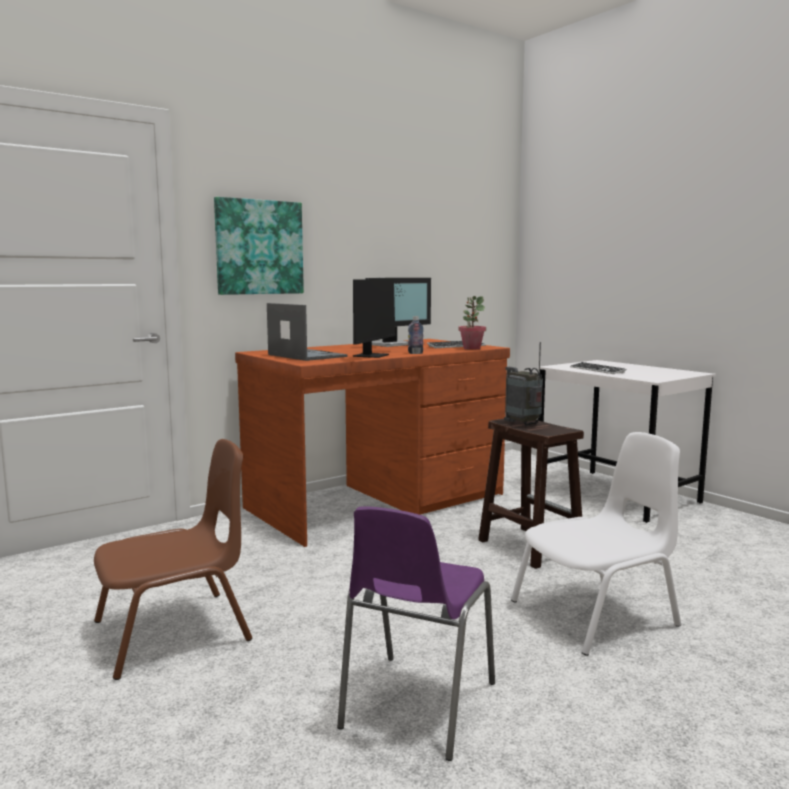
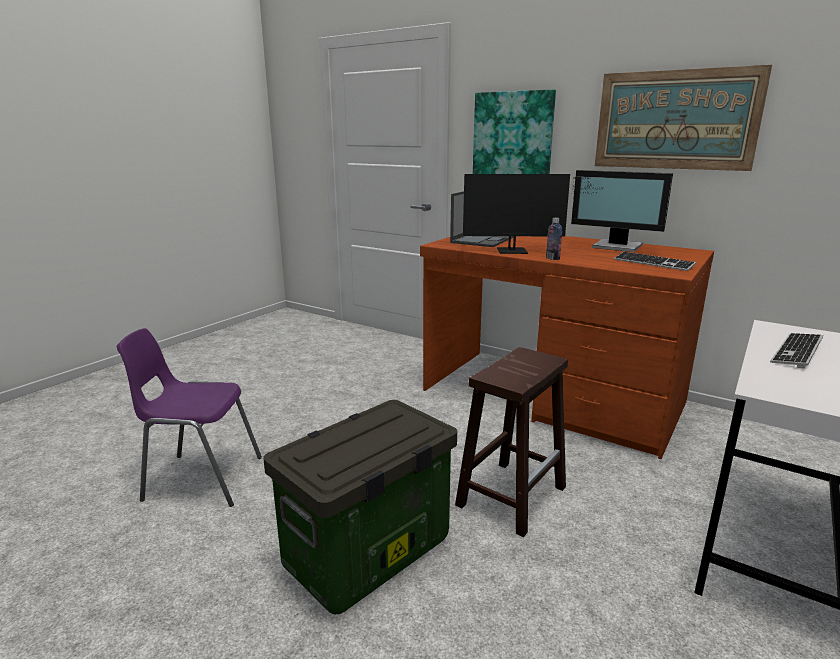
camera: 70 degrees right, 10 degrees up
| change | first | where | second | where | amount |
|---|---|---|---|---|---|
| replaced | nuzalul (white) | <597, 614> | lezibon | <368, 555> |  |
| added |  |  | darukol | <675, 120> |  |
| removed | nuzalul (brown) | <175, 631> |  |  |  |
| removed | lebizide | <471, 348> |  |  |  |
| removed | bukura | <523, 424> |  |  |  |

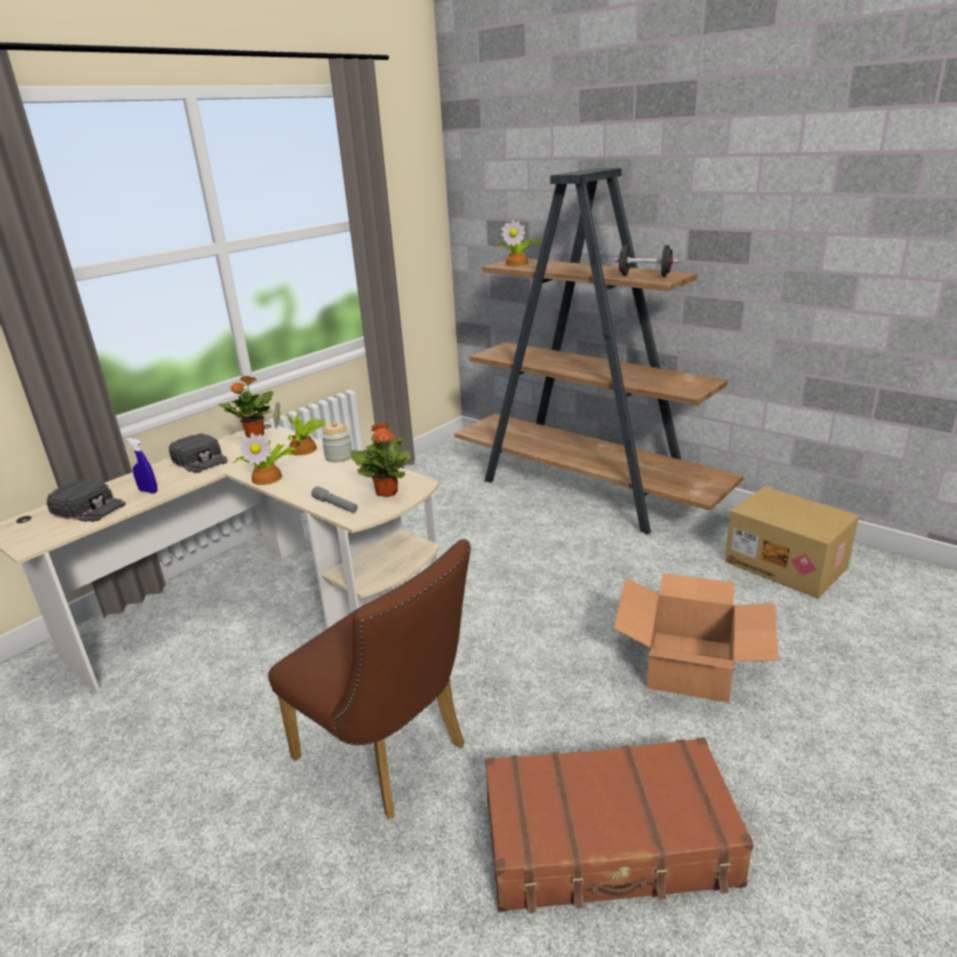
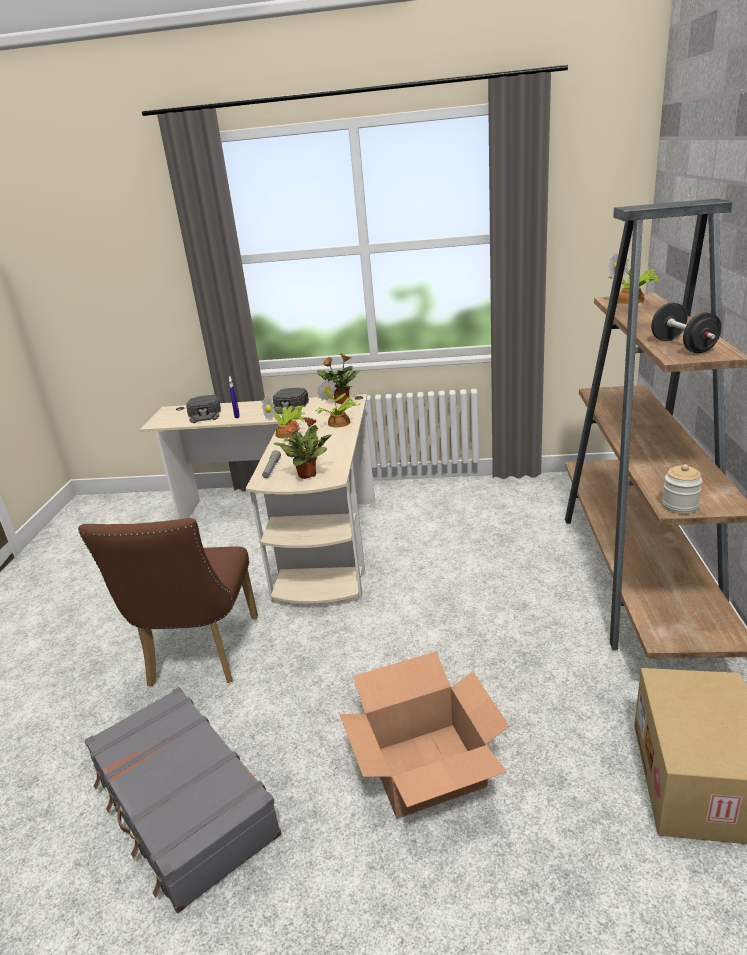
camera: 55 degrees right, 0 degrees up
| change | first | where | second | where | amount |
|---|---|---|---|---|---|
| recoloured | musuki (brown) | <609, 842> | musuki (grey) | <183, 805> |  |
| moved | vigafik | <339, 457> |  | <679, 506> |  |

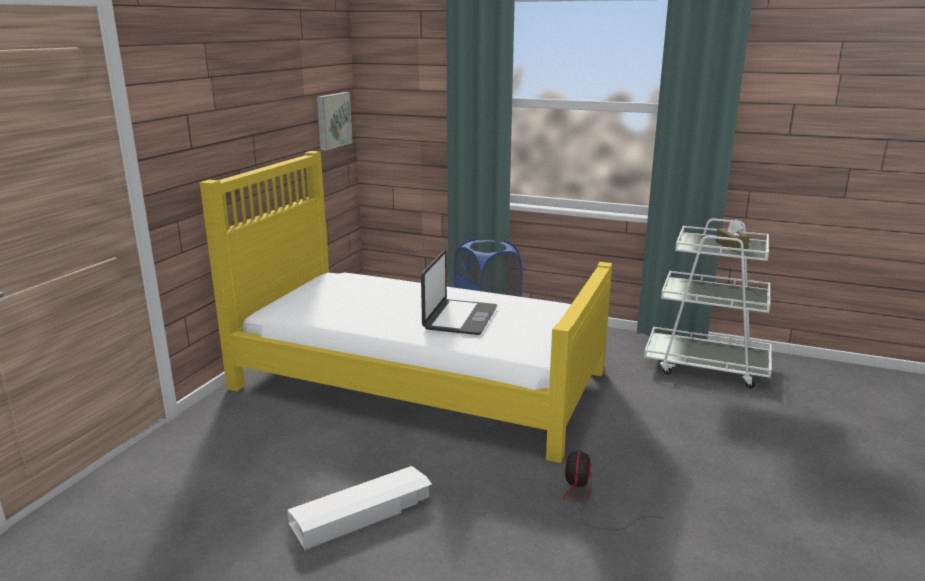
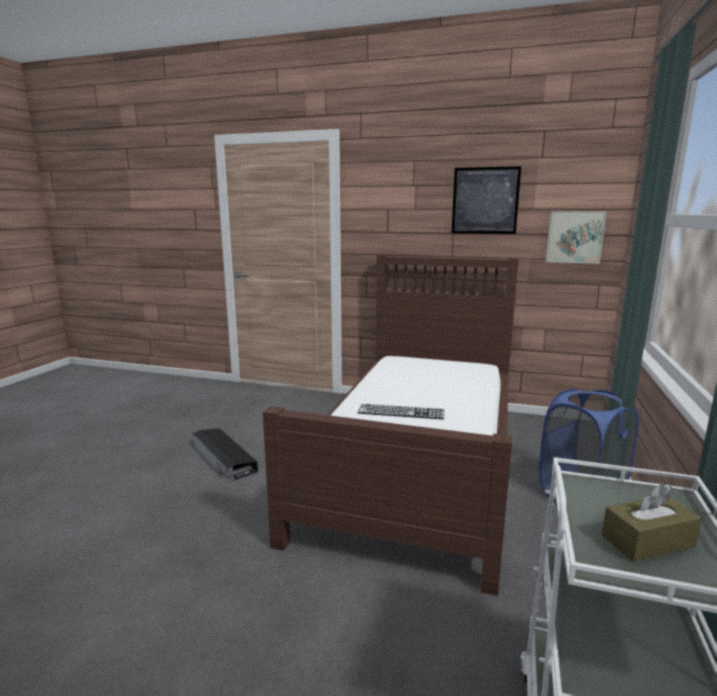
camera: 85 degrees right, 5 degrees down
| change | first | where | second | where | amount |
|---|---|---|---|---|---|
| recoloured | lezibon (white) | <363, 512> | lezibon (black) | <223, 458> |  |
| recoloured | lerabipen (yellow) | <418, 379> | lerabipen (brown) | <417, 463> |  |
| replaced | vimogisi | <459, 318> | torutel | <401, 412> |  |
| added |  |  | darukol | <485, 200> |  |
| removed | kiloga | <589, 501> |  |  |  |

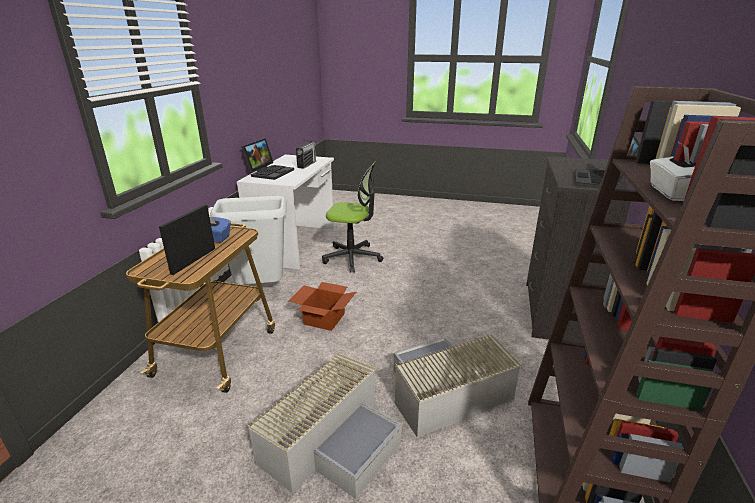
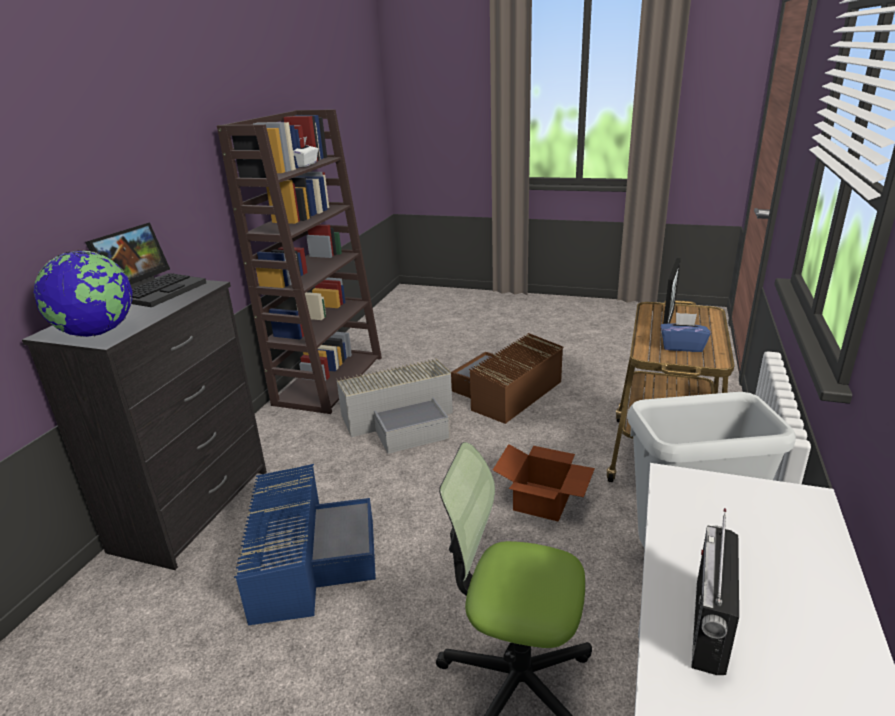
camera: 175 degrees left, 0 degrees up
| change | first | where | second | where | amount |
|---|---|---|---|---|---|
| added |  |  | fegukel | <97, 333> |  |
| added |  |  | lezibon (blue) | <306, 558> |  |
| recoloured | lezibon (grey) | <332, 439> | lezibon (brown) | <505, 392> |  |
| removed | vimogisi | <270, 172> |  |  |  |

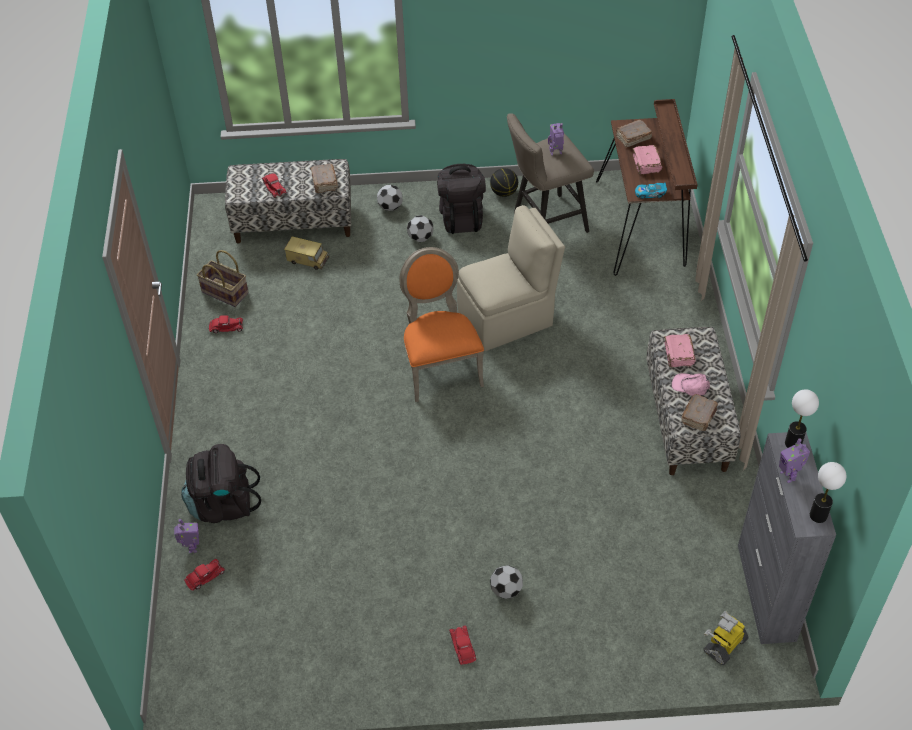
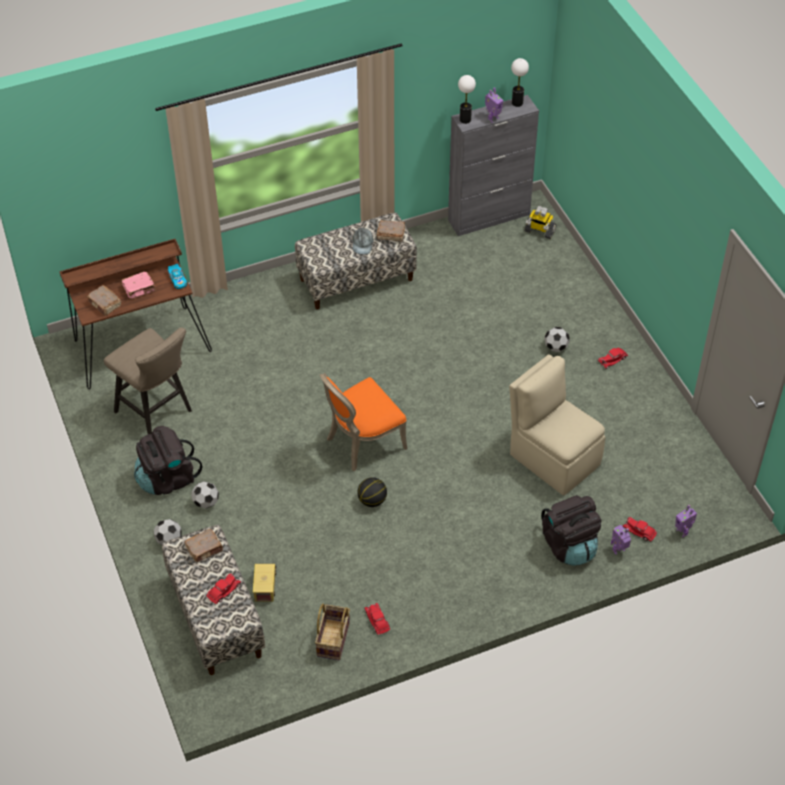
camera: 110 degrees left, 0 degrees up
| change | first | where | second | where | amount |
|---|---|---|---|---|---|
| recoloured | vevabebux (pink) | <690, 386> | vevabebux (grey) | <362, 244> |  |
| moved | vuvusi | <504, 192> |  | <372, 500> |  |
| moved | nuzalul (beige) | <507, 318> |  | <553, 458> |  |
| moved | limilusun | <556, 153> |  | <682, 531> |  |
| removed | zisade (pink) | <678, 355> |  |  |  |

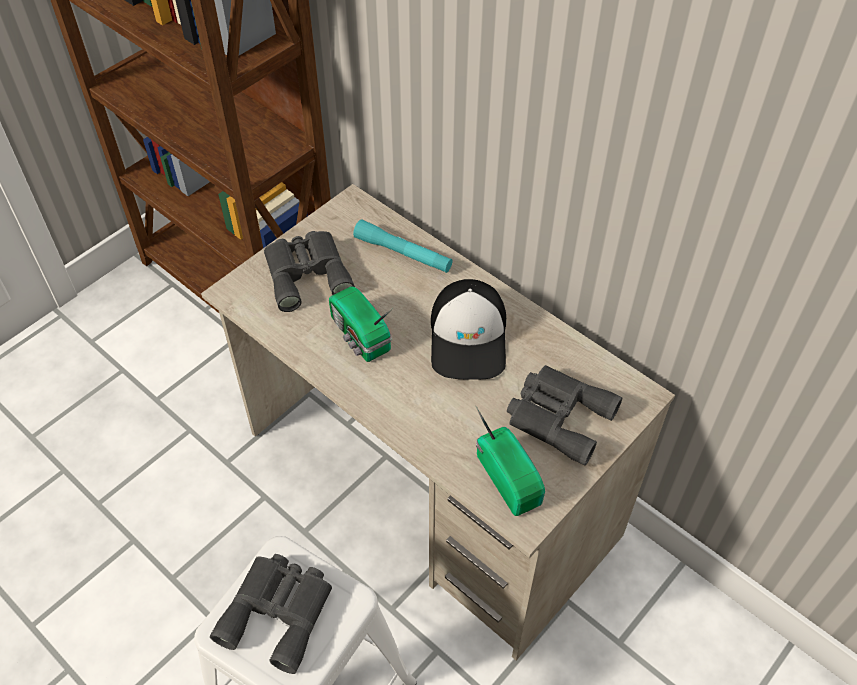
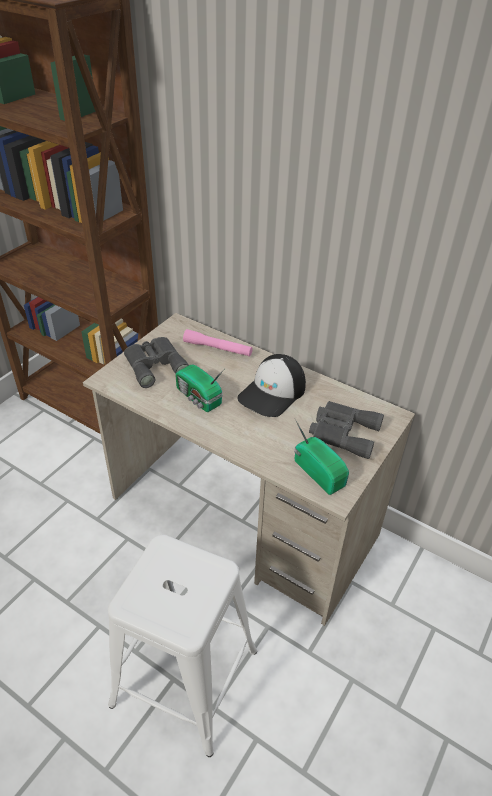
camera: 10 degrees left, 10 degrees down
| change | first | where | second | where | amount |
|---|---|---|---|---|---|
| recoloured | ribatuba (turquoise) | <403, 253> | ribatuba (pink) | <217, 348> |  |
| turned | vevabebux | <469, 338> |  | <273, 393> | 45 degrees clockwise |
| removed | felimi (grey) | <279, 611> |  |  |  |

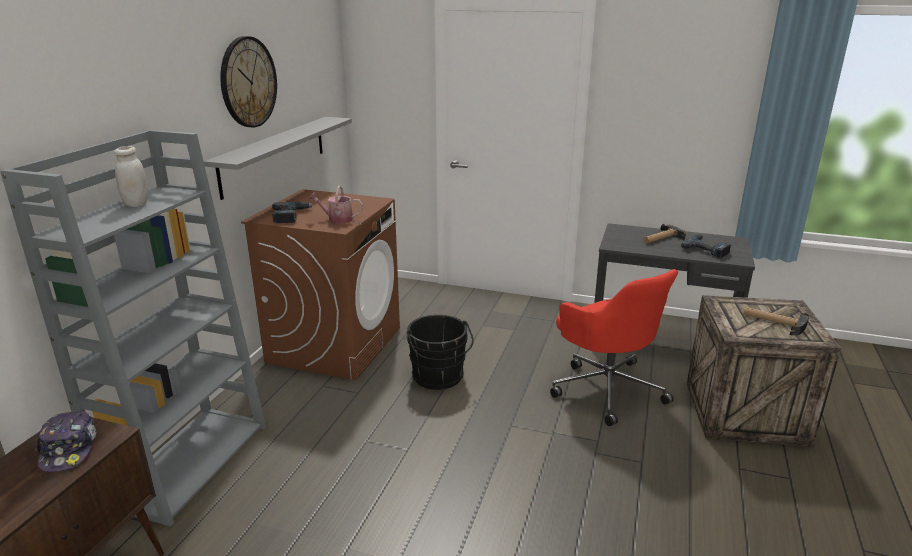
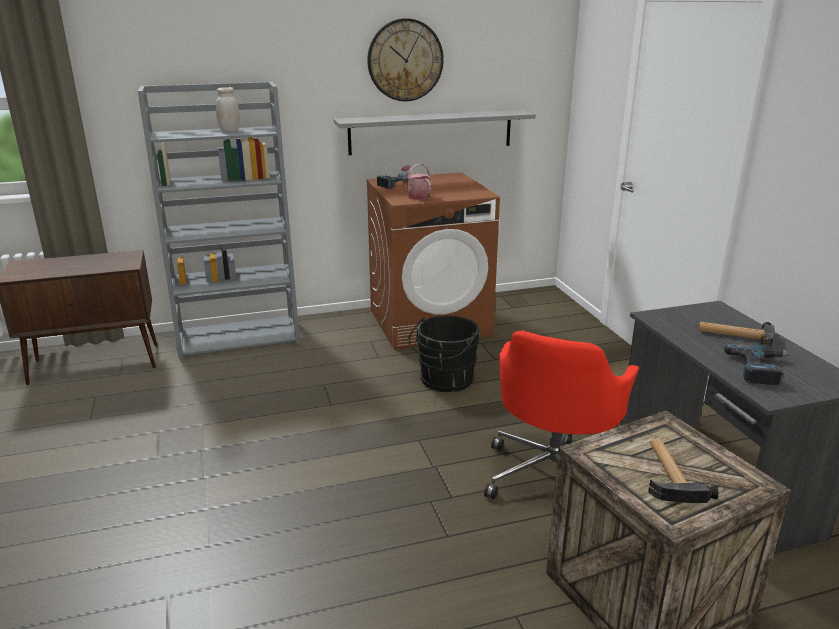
camera: 55 degrees right, 0 degrees up
| change | first | where | second | where | amount |
|---|---|---|---|---|---|
| removed | vevabebux | <69, 449> |  |  |  |

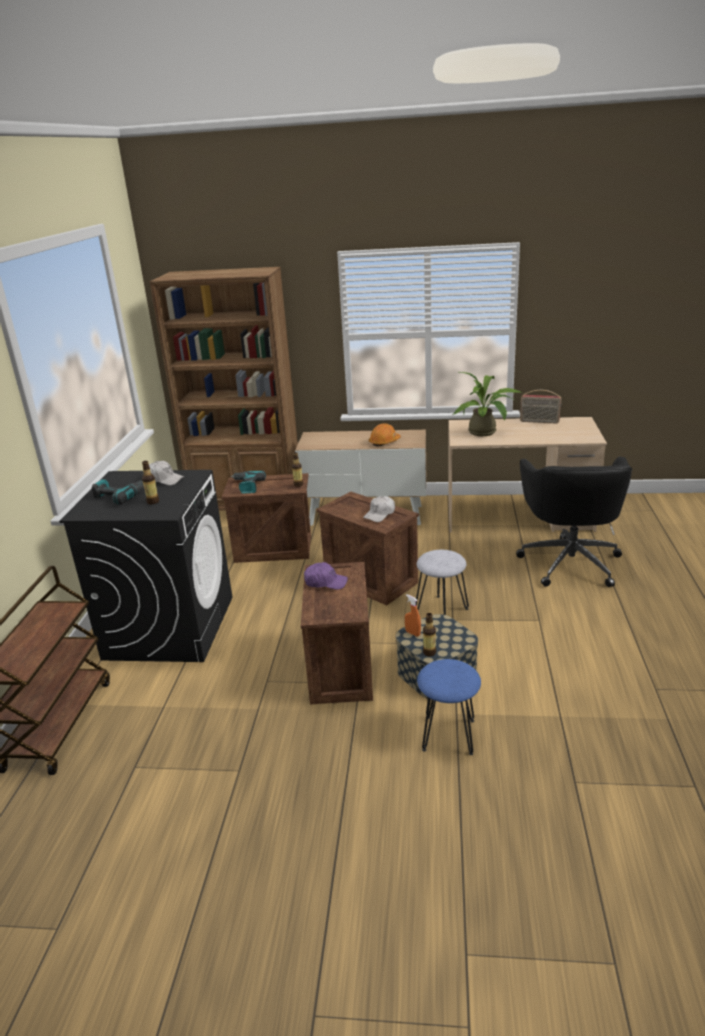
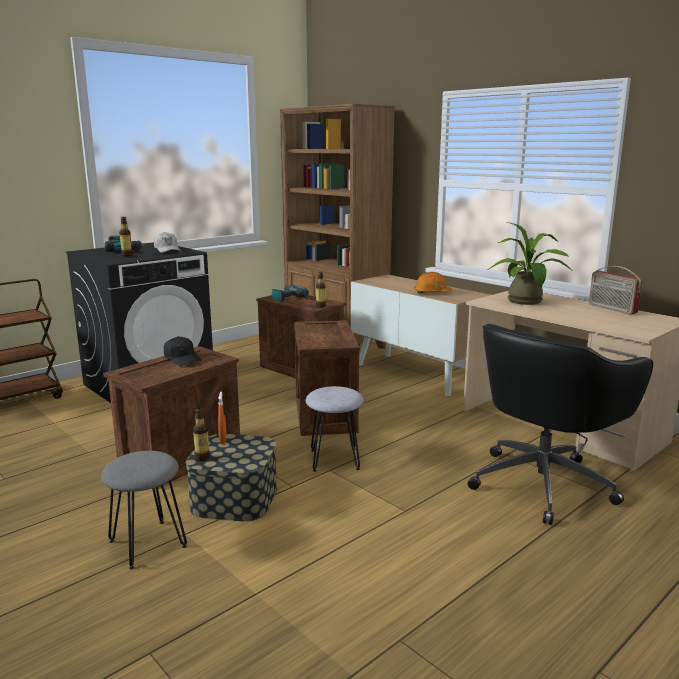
camera: 40 degrees right, 10 degrees down
| change | first | where | second | where | amount |
|---|---|---|---|---|---|
| recoloured | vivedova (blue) | <448, 735> | vivedova (grey) | <147, 543> |  |
| recoloured | vevabebux (purple) | <325, 582> | vevabebux (black) | <182, 358> |  |
| removed | vevabebux (white) | <380, 514> |  |  |  |

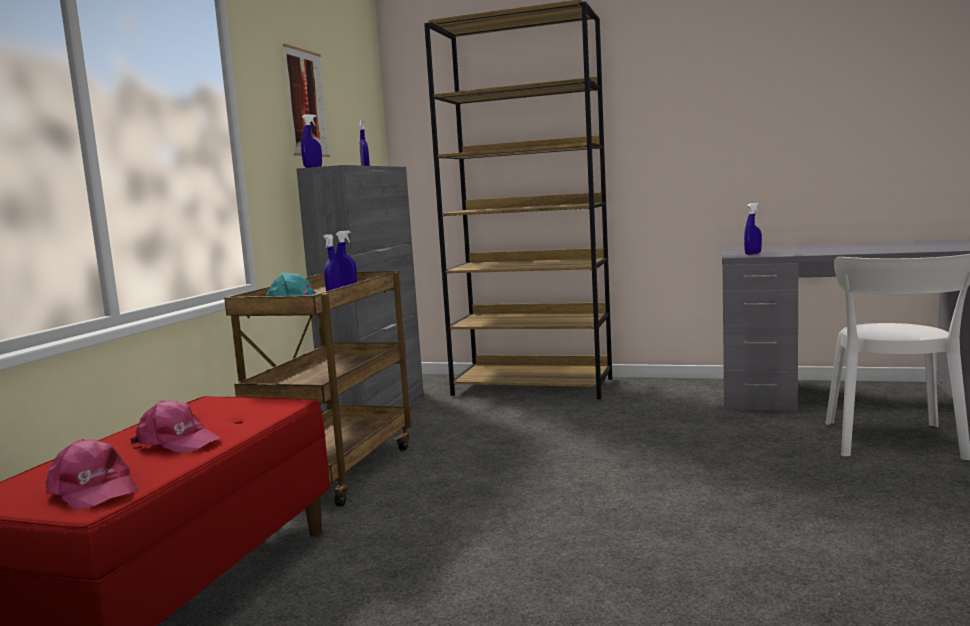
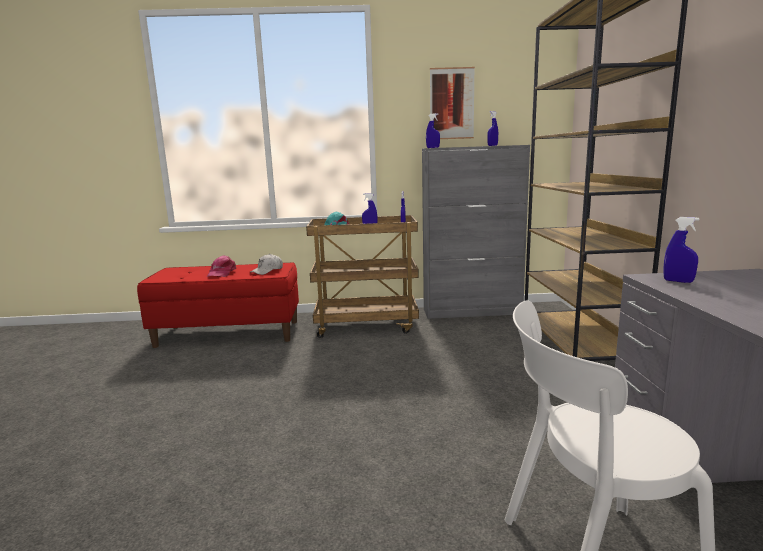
camera: 70 degrees right, 5 degrees up
| change | first | where | second | where | amount |
|---|---|---|---|---|---|
| added |  |  | vevabebux (white) | <267, 271> |  |
| removed | vevabebux (pink) | <92, 490> |  |  |  |

